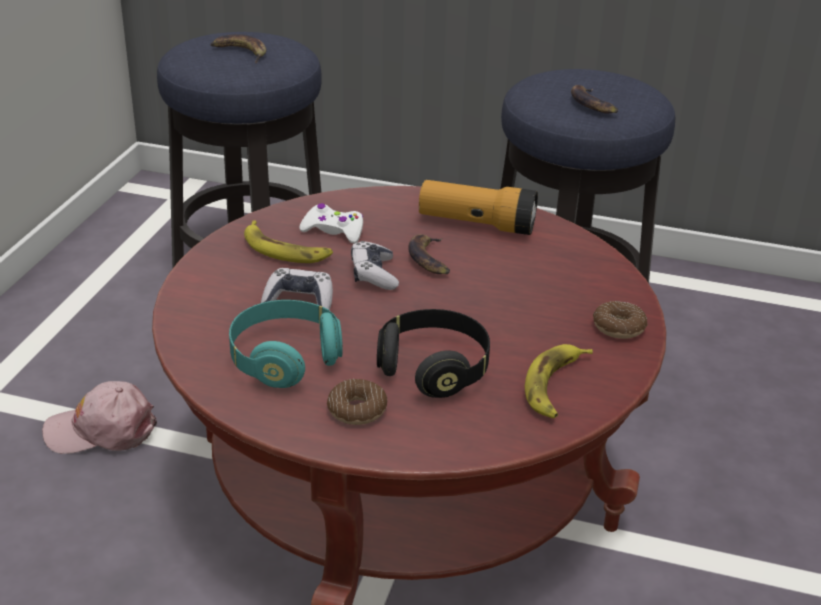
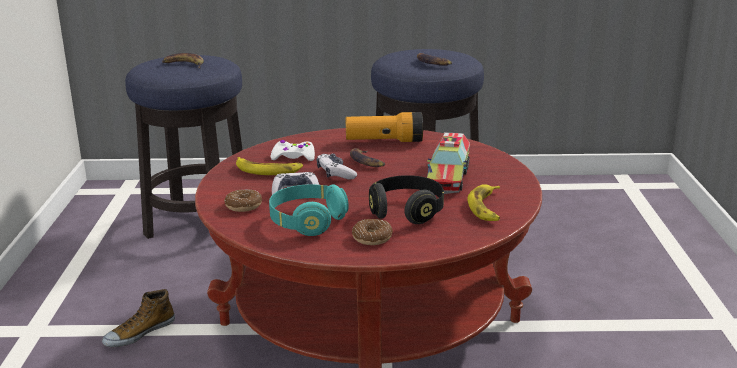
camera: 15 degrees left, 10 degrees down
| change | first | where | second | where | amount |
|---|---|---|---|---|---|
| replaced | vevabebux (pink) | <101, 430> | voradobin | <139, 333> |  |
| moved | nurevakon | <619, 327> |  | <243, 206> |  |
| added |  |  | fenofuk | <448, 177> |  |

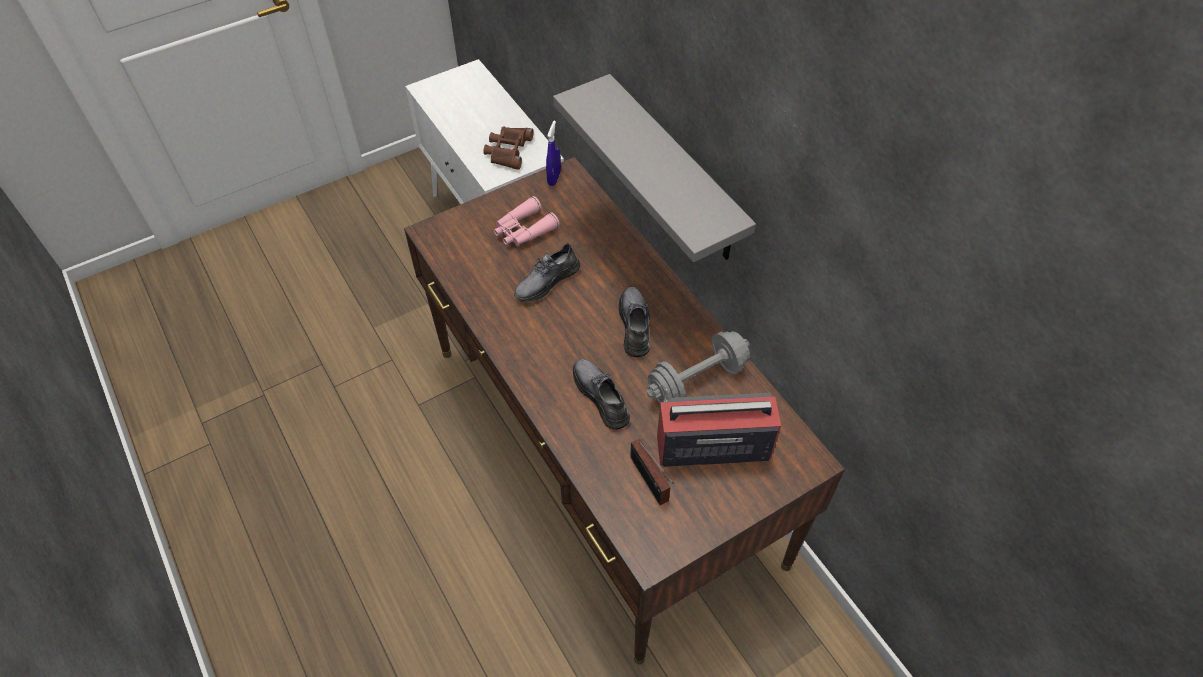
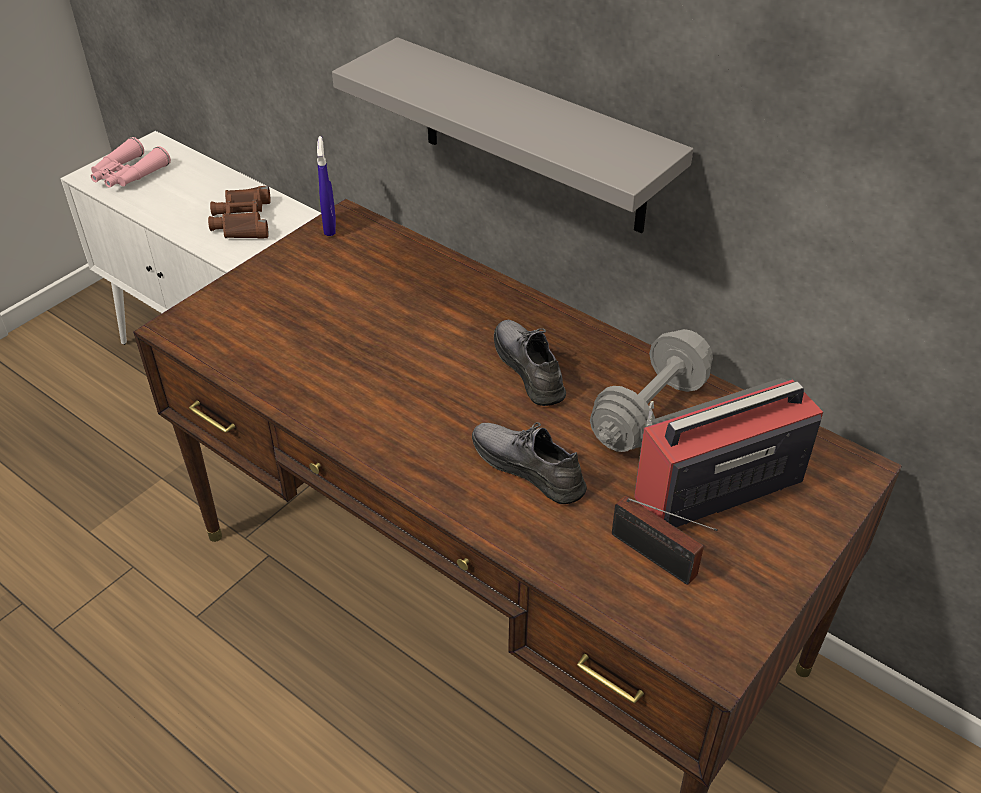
camera: 20 degrees left, 10 degrees down
| change | first | where | second | where | amount |
|---|---|---|---|---|---|
| moved | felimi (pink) | <523, 230> |  | <128, 175> |  |
| removed | voradobin (grey) | <546, 281> |  |  |  |

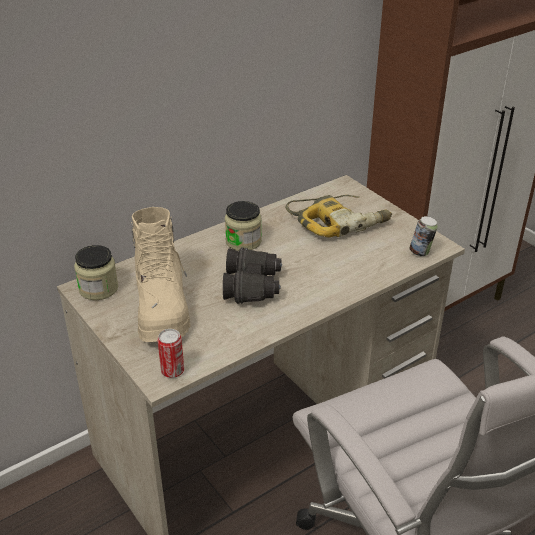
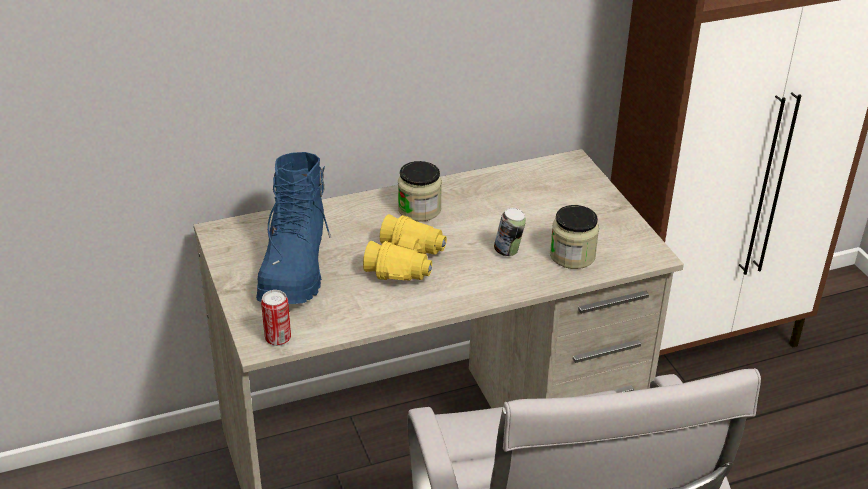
camera: 15 degrees right, 0 degrees up
| change | first | where | second | where | amount |
|---|---|---|---|---|---|
| recoloured | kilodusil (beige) | <162, 307> | kilodusil (blue) | <295, 268> |  |
| recoloured | felimi (black) | <252, 286> | felimi (yellow) | <406, 262> |  |
| moved | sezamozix | <421, 252> |  | <508, 252> |  |
| moved | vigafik | <98, 288> |  | <572, 256> |  |
| removed | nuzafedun | <339, 222> |  |  |  |

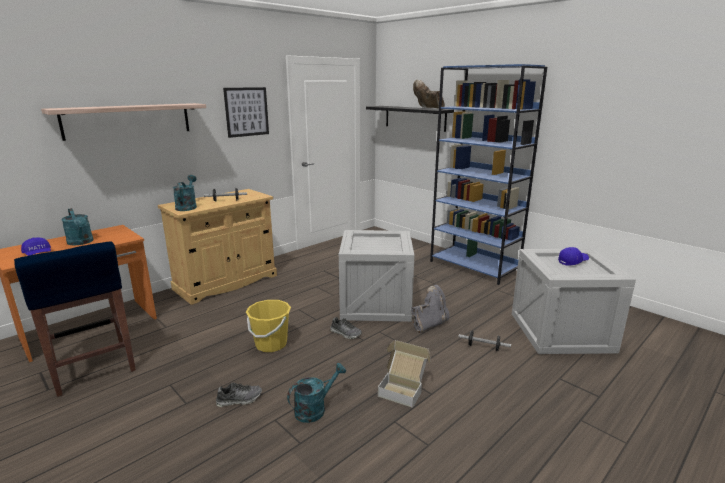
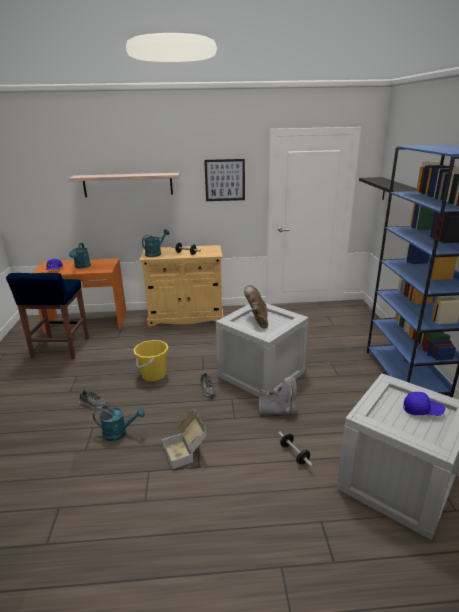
camera: 40 degrees right, 5 degrees up
| change | first | where | second | where | amount |
|---|---|---|---|---|---|
| moved | kilodusil (brown) | <428, 109> |  | <257, 320> |  |

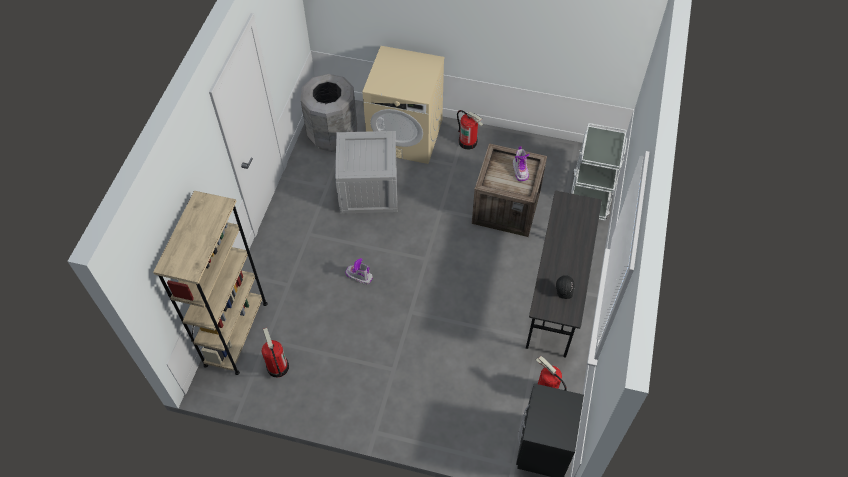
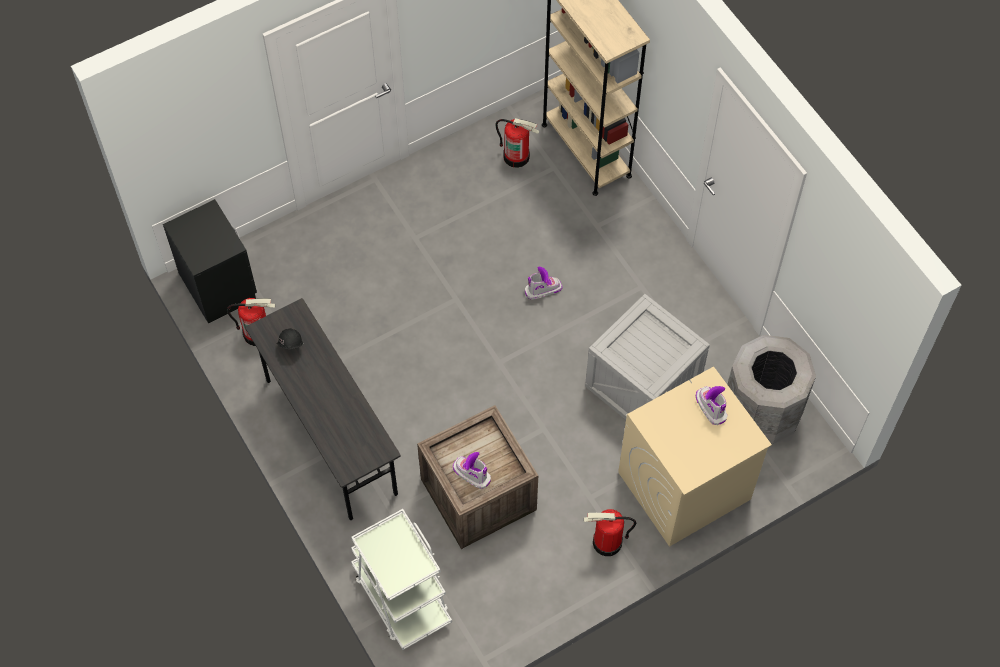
camera: 135 degrees right, 5 degrees up
| change | first | where | second | where | amount |
|---|---|---|---|---|---|
| added |  |  | kilodusil | <710, 407> |  |

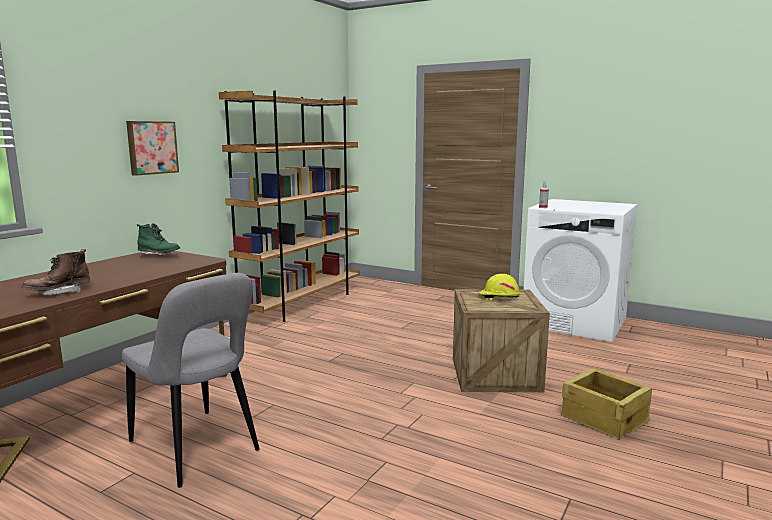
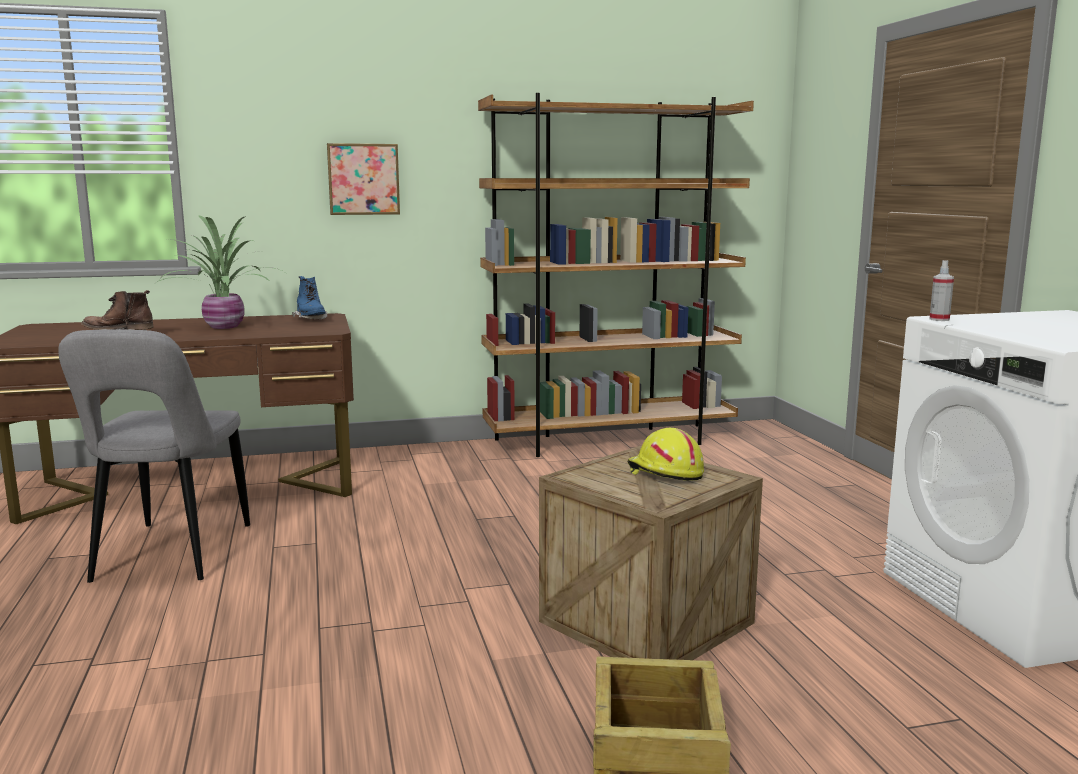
camera: 45 degrees right, 0 degrees up
| change | first | where | second | where | amount |
|---|---|---|---|---|---|
| added |  |  | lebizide | <223, 327> |  |
| recoloured | kilodusil (green) | <159, 256> | kilodusil (blue) | <311, 319> |  |

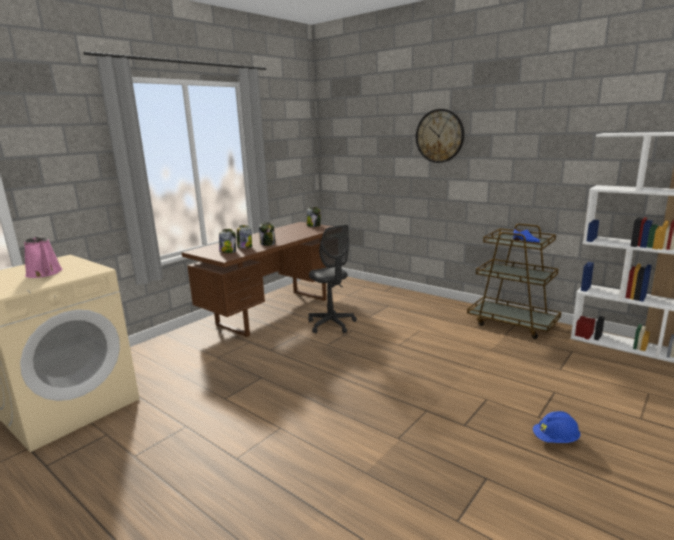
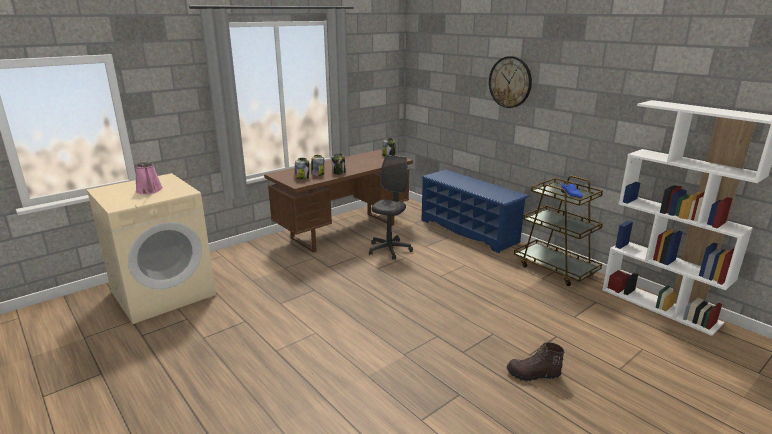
camera: 10 degrees right, 5 degrees up
| change | first | where | second | where | amount |
|---|---|---|---|---|---|
| turned | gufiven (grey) | <331, 324> |  | <389, 250> | 135 degrees counterclockwise |
| added |  |  | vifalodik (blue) | <469, 231> |  |
| replaced | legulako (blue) | <555, 440> | kilodusil (brown) | <533, 375> |  |

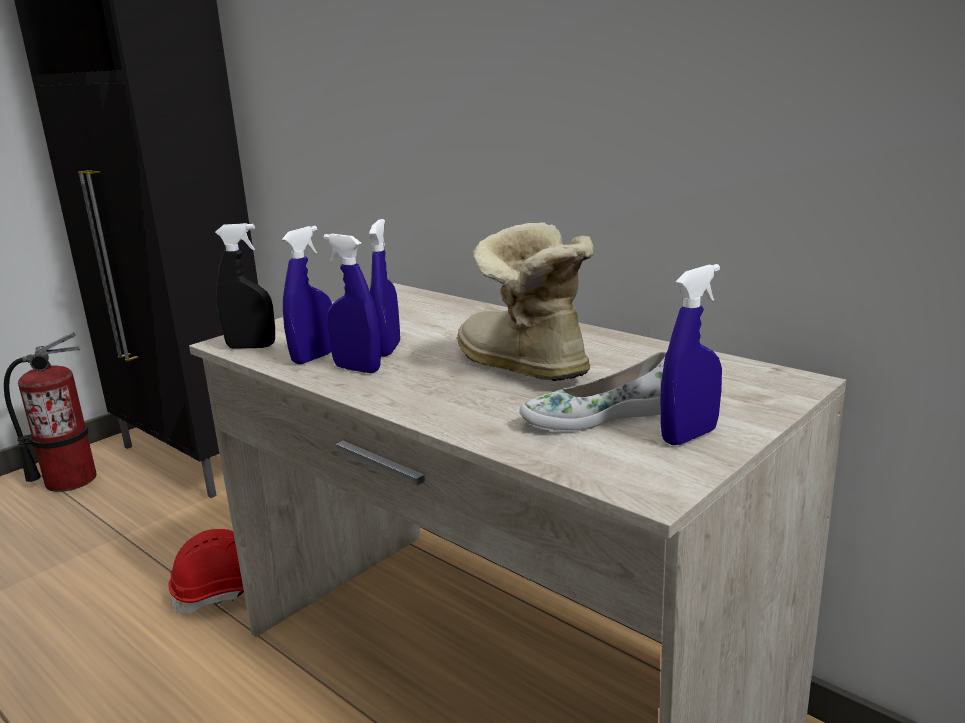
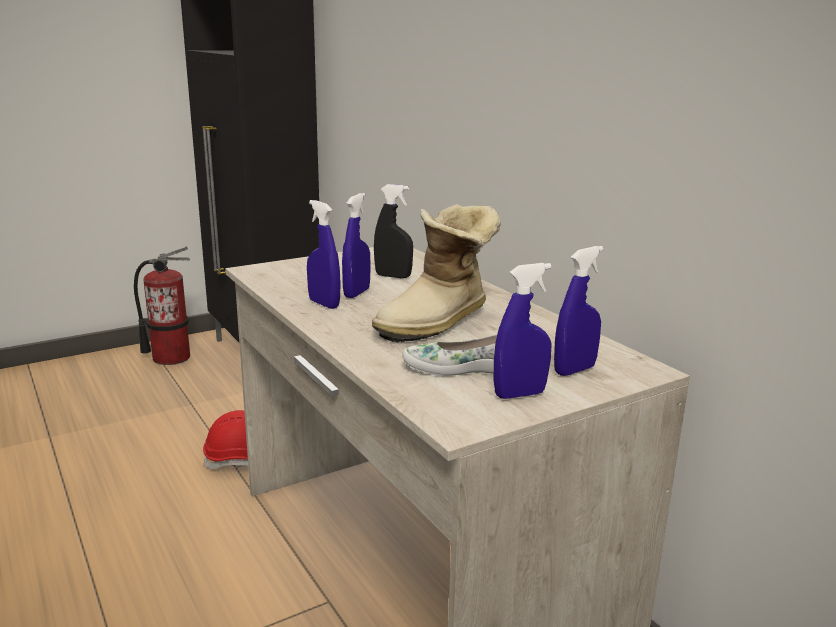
camera: 15 degrees right, 0 degrees up
| change | first | where | second | where | amount |
|---|---|---|---|---|---|
| turned | kilodusil | <519, 368> |  | <439, 322> | 120 degrees counterclockwise |
| moved | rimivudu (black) | <251, 347> |  | <393, 276> |  |
| moved | rimivudu (blue) | <314, 357> |  | <574, 370> |  |

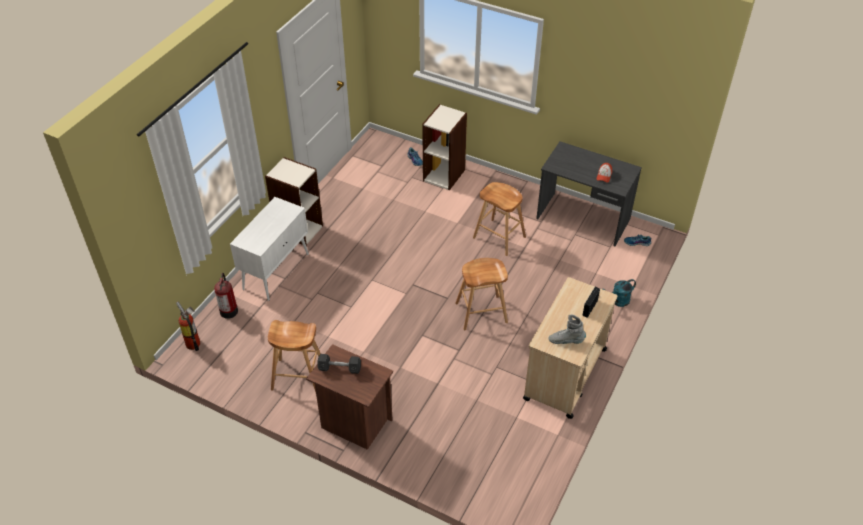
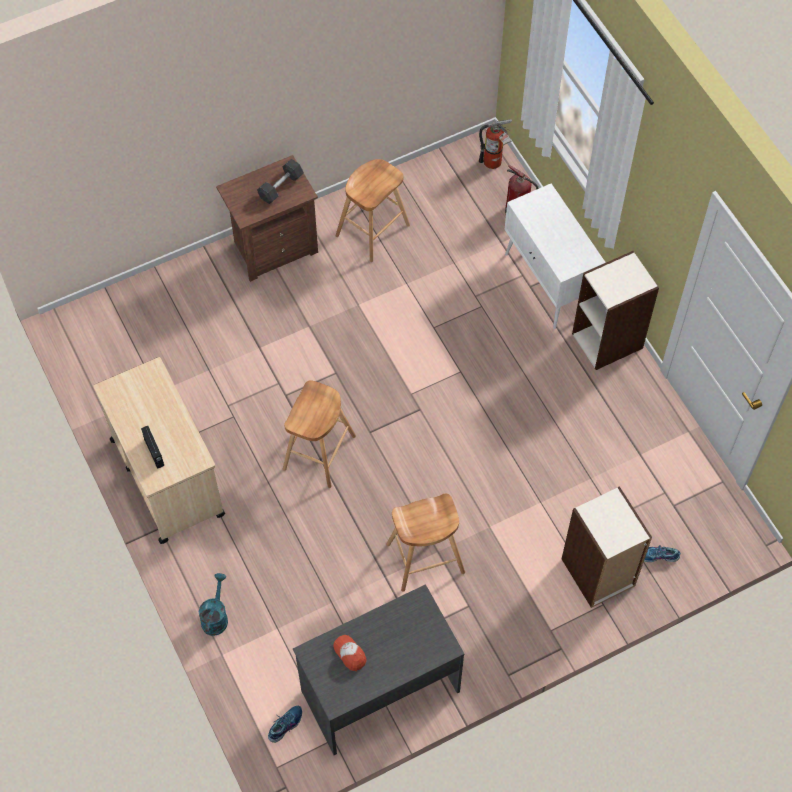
camera: 125 degrees right, 15 degrees up
| change | first | where | second | where | amount |
|---|---|---|---|---|---|
| removed | kilodusil (grey) | <566, 341> |  |  |  |

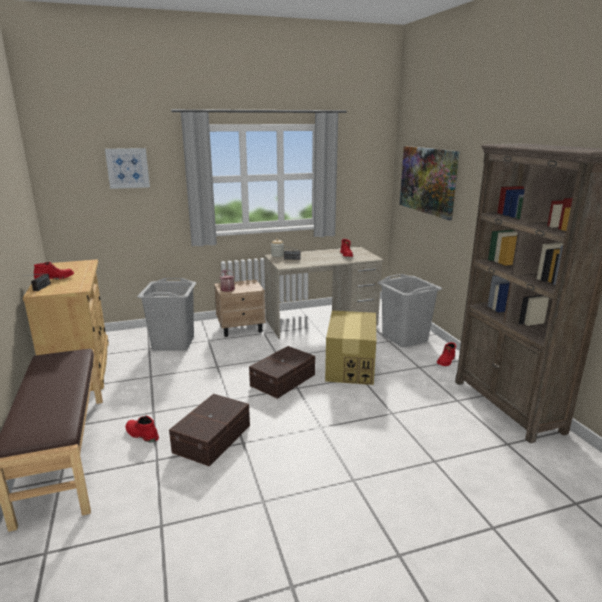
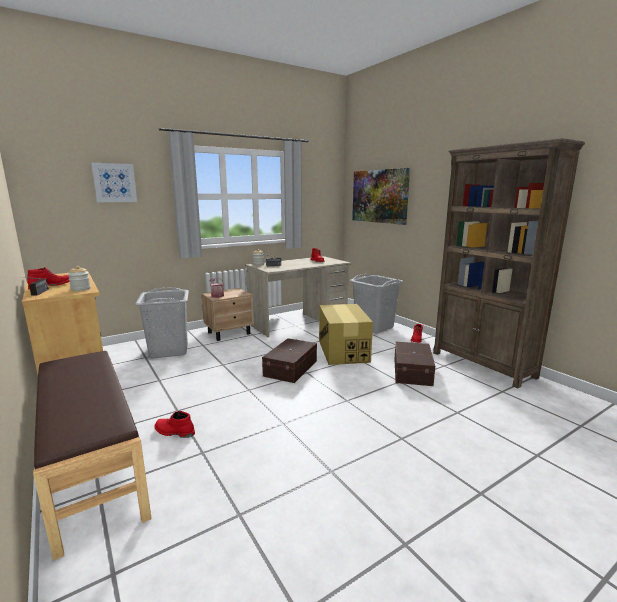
camera: 15 degrees left, 5 degrees down
| change | first | where | second | where | amount |
|---|---|---|---|---|---|
| added |  |  | vigafik | <80, 289> |  |
| moved | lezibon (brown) | <213, 438> |  | <413, 371> |  |

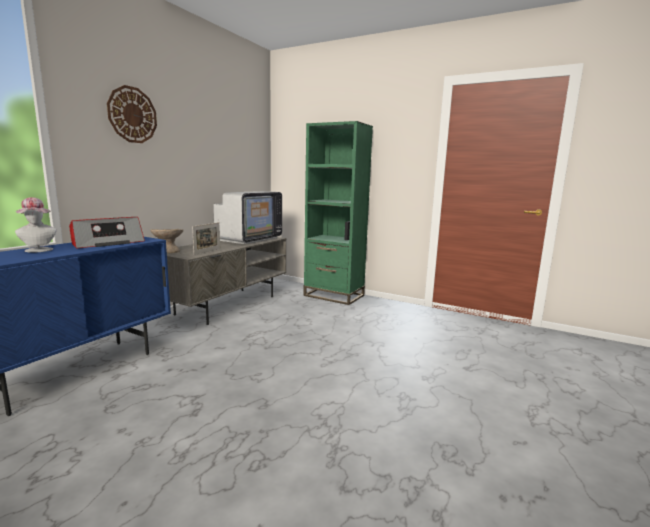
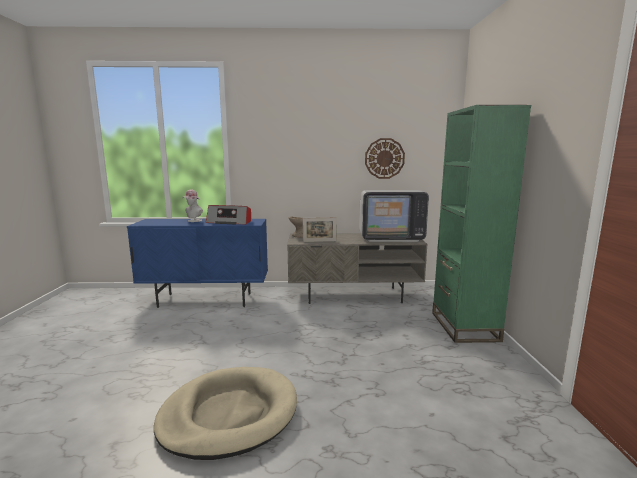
camera: 60 degrees right, 0 degrees up
| change | first | where | second | where | amount |
|---|---|---|---|---|---|
| added |  |  | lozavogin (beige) | <229, 414> |  |
| moved | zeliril | <132, 115> |  | <384, 158> |  |

